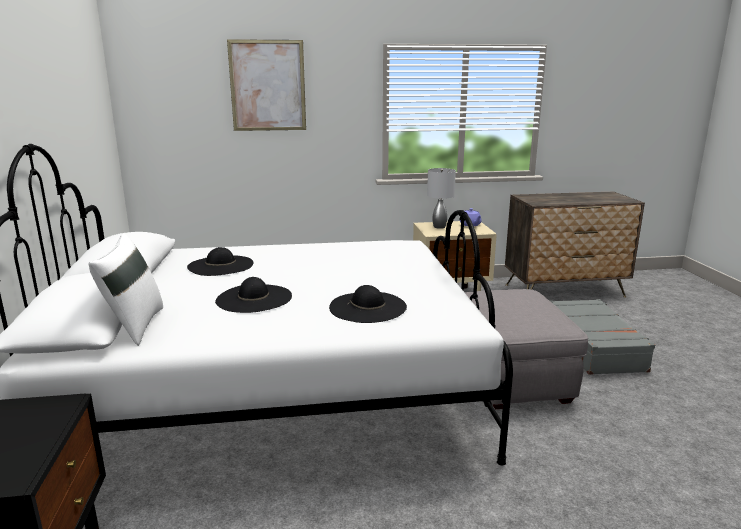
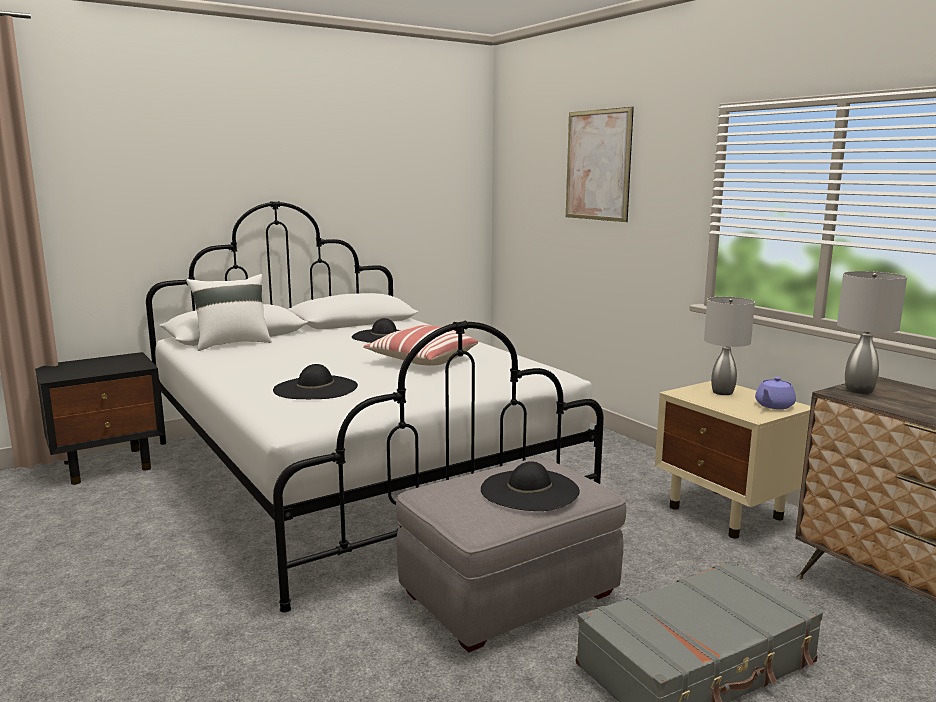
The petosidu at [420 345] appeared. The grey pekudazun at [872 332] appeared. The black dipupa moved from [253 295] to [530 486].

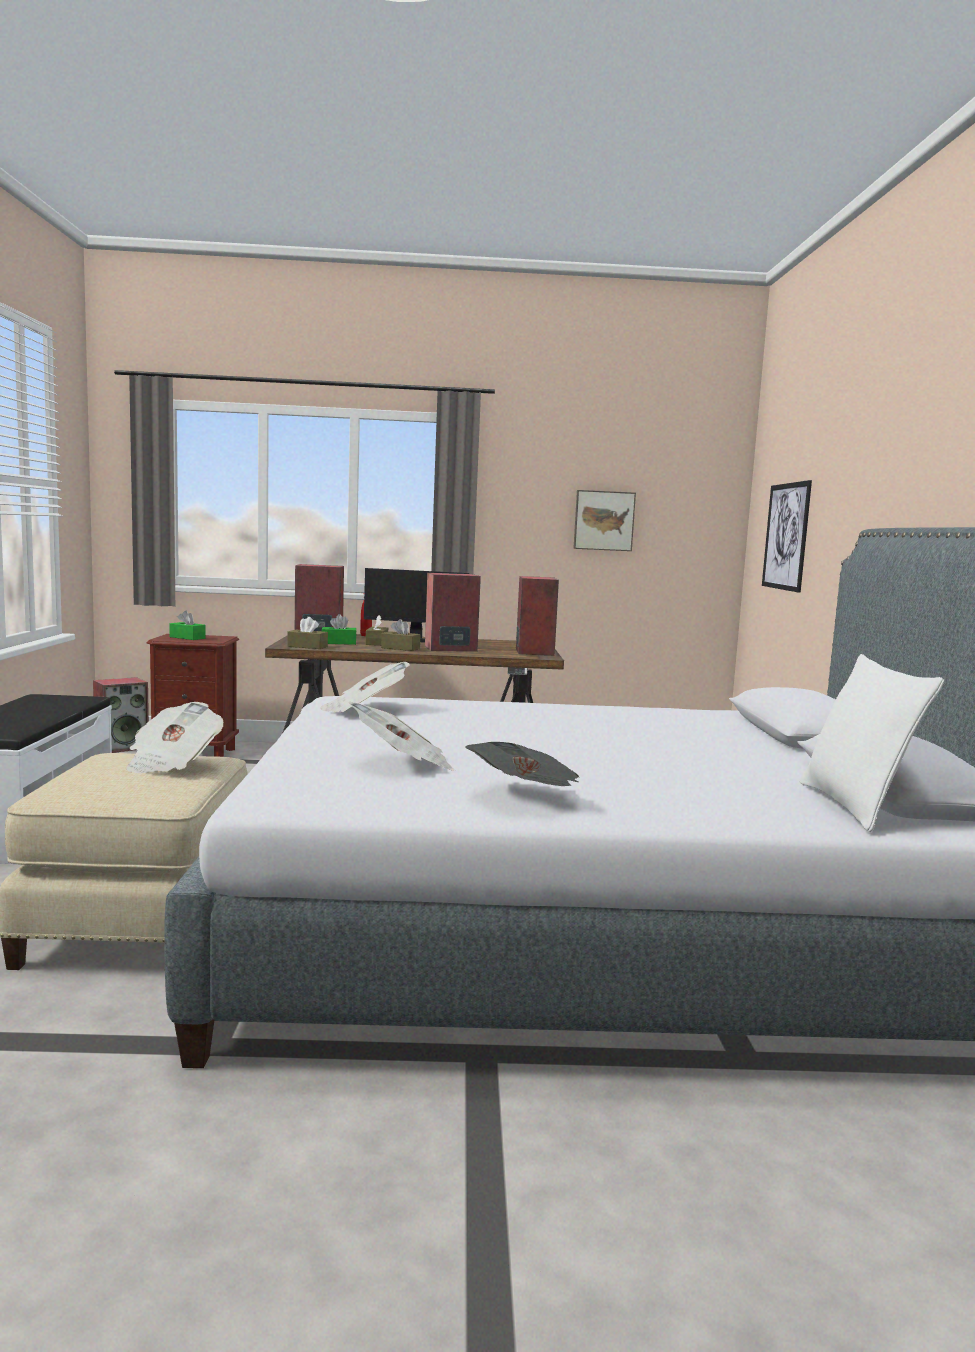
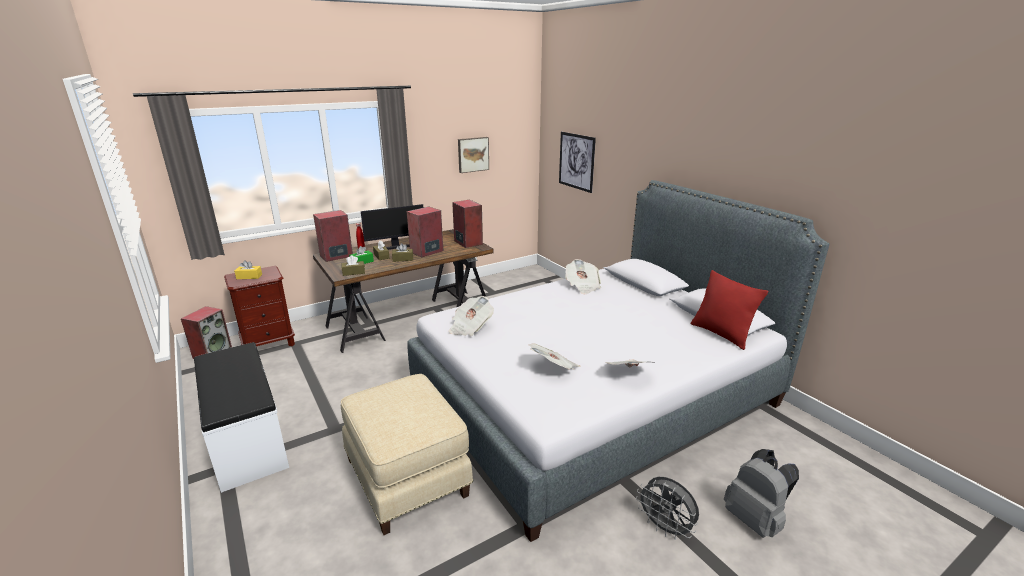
The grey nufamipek at [667 508] appeared. The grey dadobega at [761 493] appeared. The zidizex moved from [175 737] to [583 276]. The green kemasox at [187 625] became the yellow kemasox at [248 269]. The white petosidu at [872 743] became the red petosidu at [729 310].

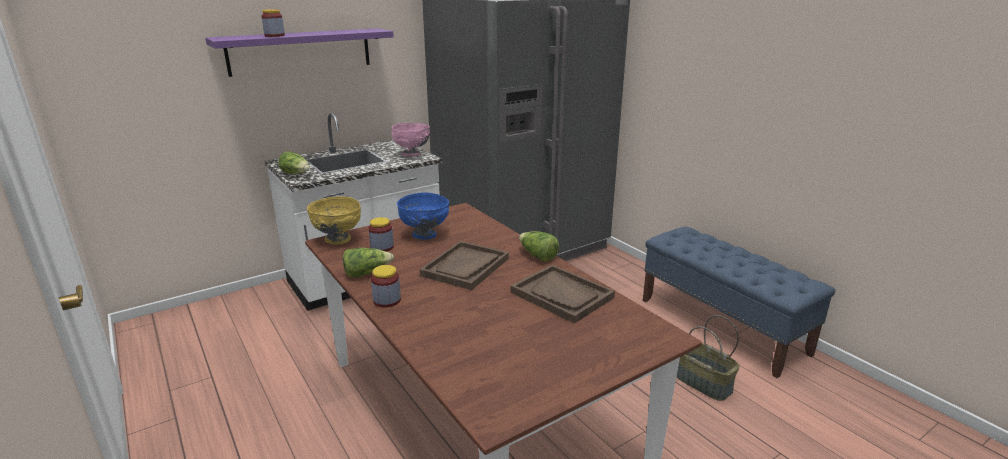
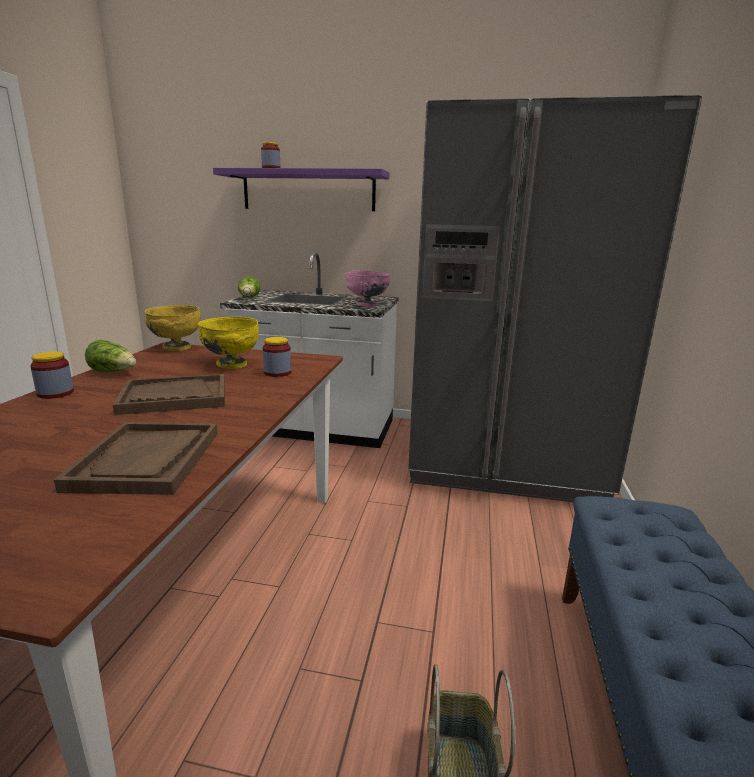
The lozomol at [539 246] disappeared. The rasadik moved from [381 234] to [277 357]. The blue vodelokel at [423 216] became the yellow vodelokel at [228 343].

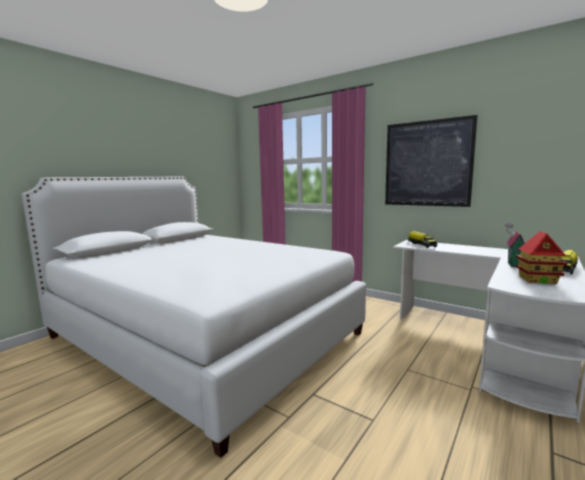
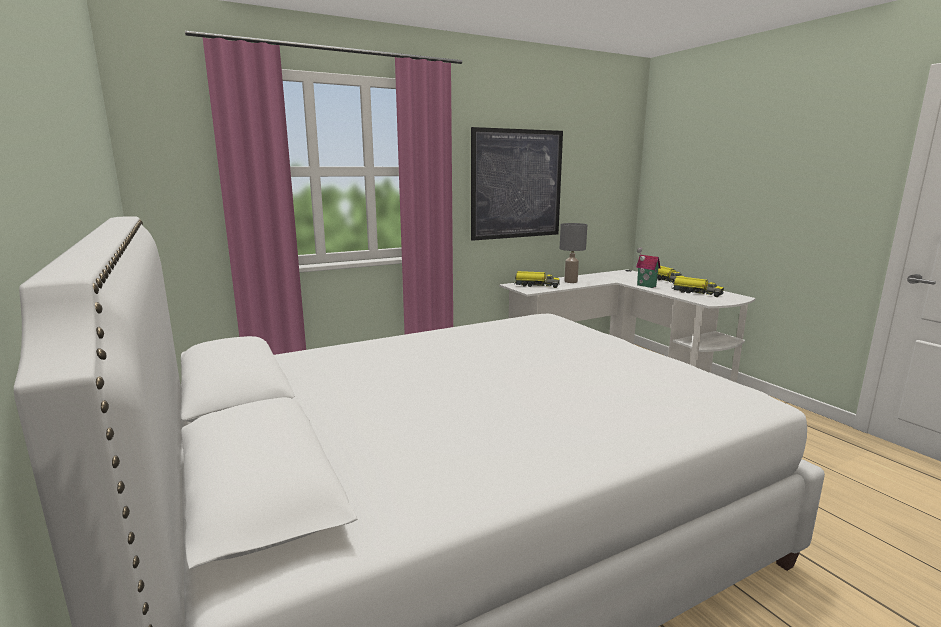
The grey pekudazun at [573 253] appeared. The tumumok at [541 257] was replaced by the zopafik at [698 286].

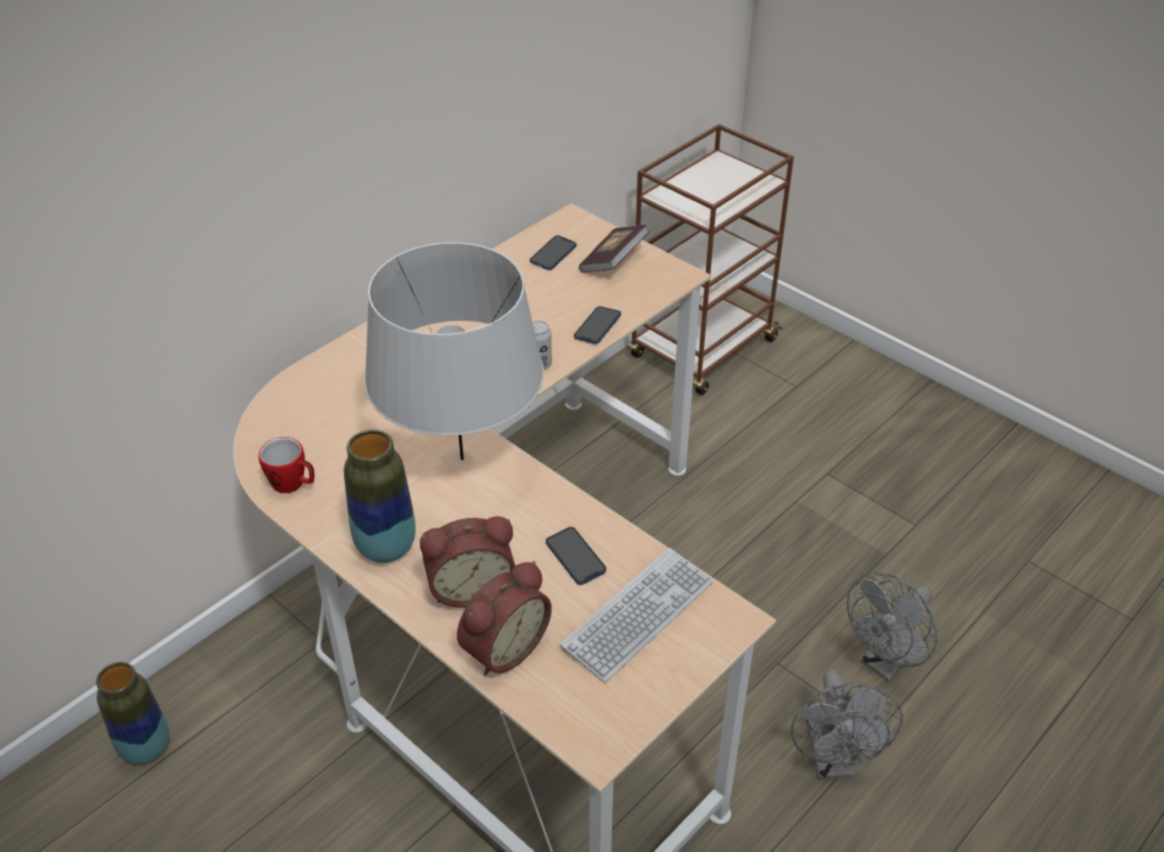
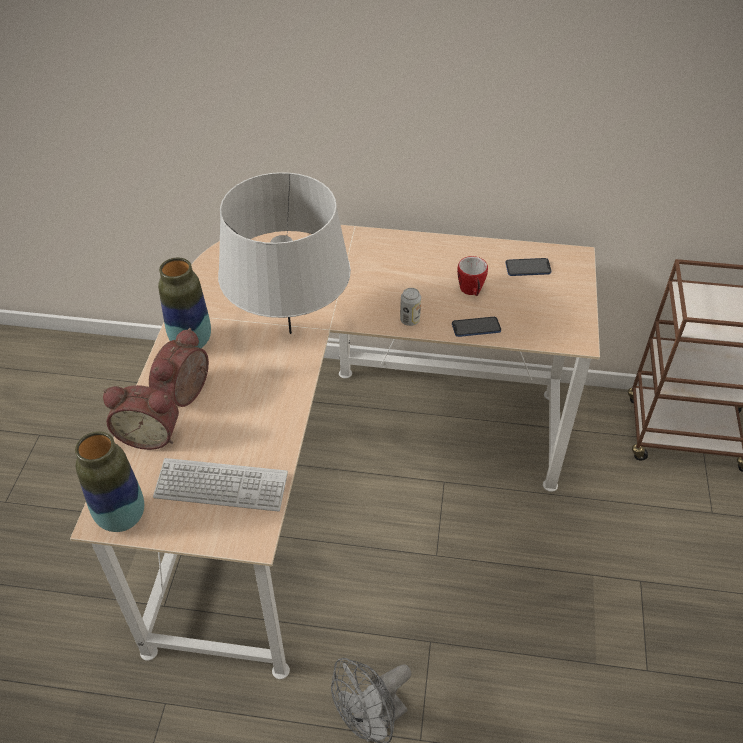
The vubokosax at [576 556] disappeared. The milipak at [614 249] disappeared. The grey nufamipek at [892 626] disappeared. The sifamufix moved from [132 713] to [109 481]. The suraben moved from [286 465] to [472 276]. The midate at [467 562] turned 75 degrees clockwise.

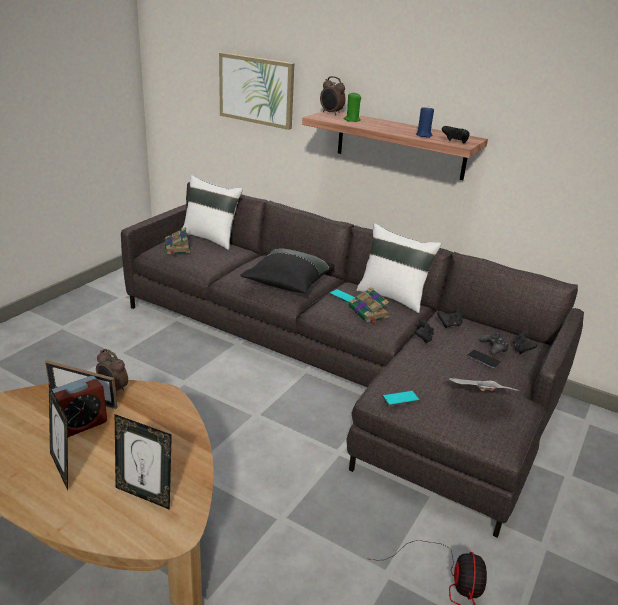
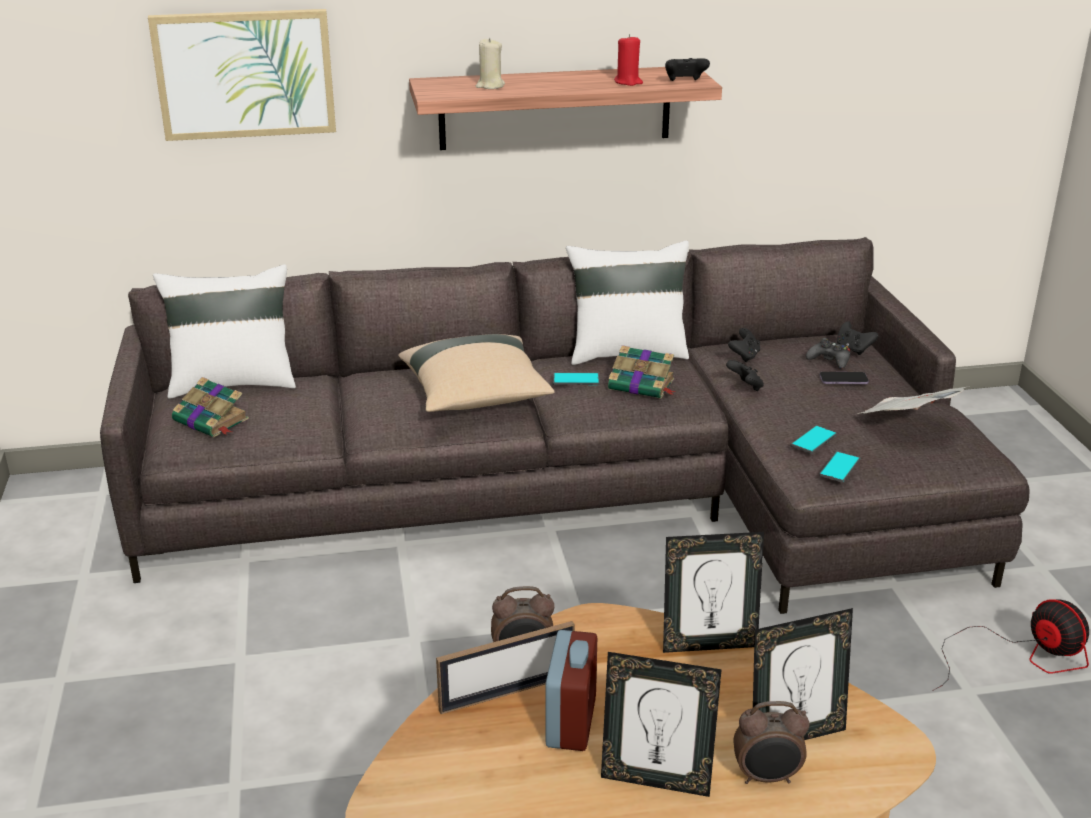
The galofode at [713 592] appeared. The vubokosax at [814 439] appeared. The midate moved from [333 95] to [771 742]. The black petosidu at [287 270] became the beige petosidu at [476 373]. The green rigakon at [352 107] became the beige rigakon at [490 63]. The blue rigakon at [425 122] became the red rigakon at [628 60].

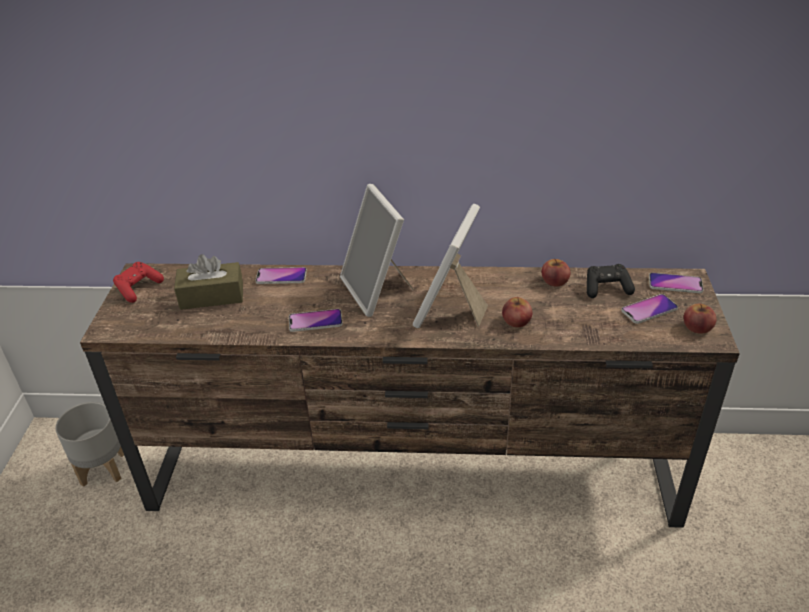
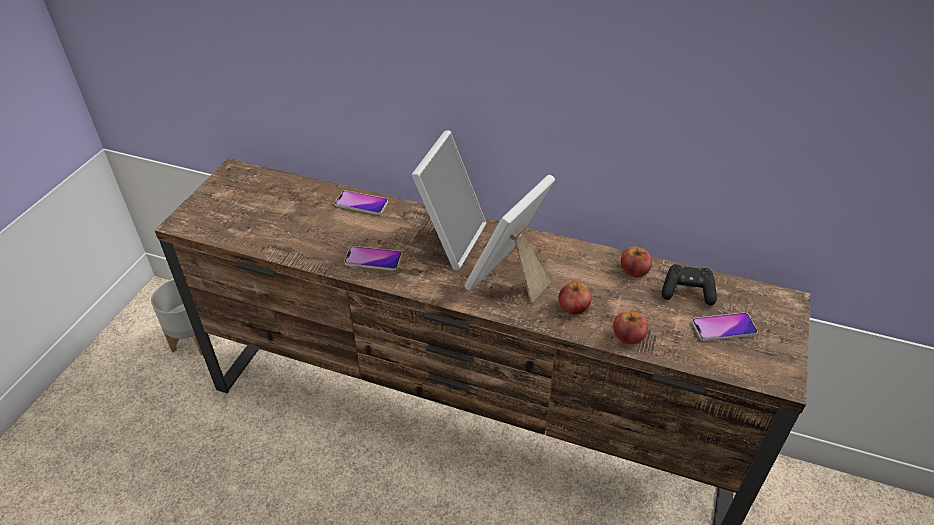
The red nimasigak at [138 282] disappeared. The brown kemasox at [208 282] disappeared. The vubokosax at [676 283] disappeared. The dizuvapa moved from [700 319] to [630 327]. The galofode at [377 250] turned 150 degrees counterclockwise.

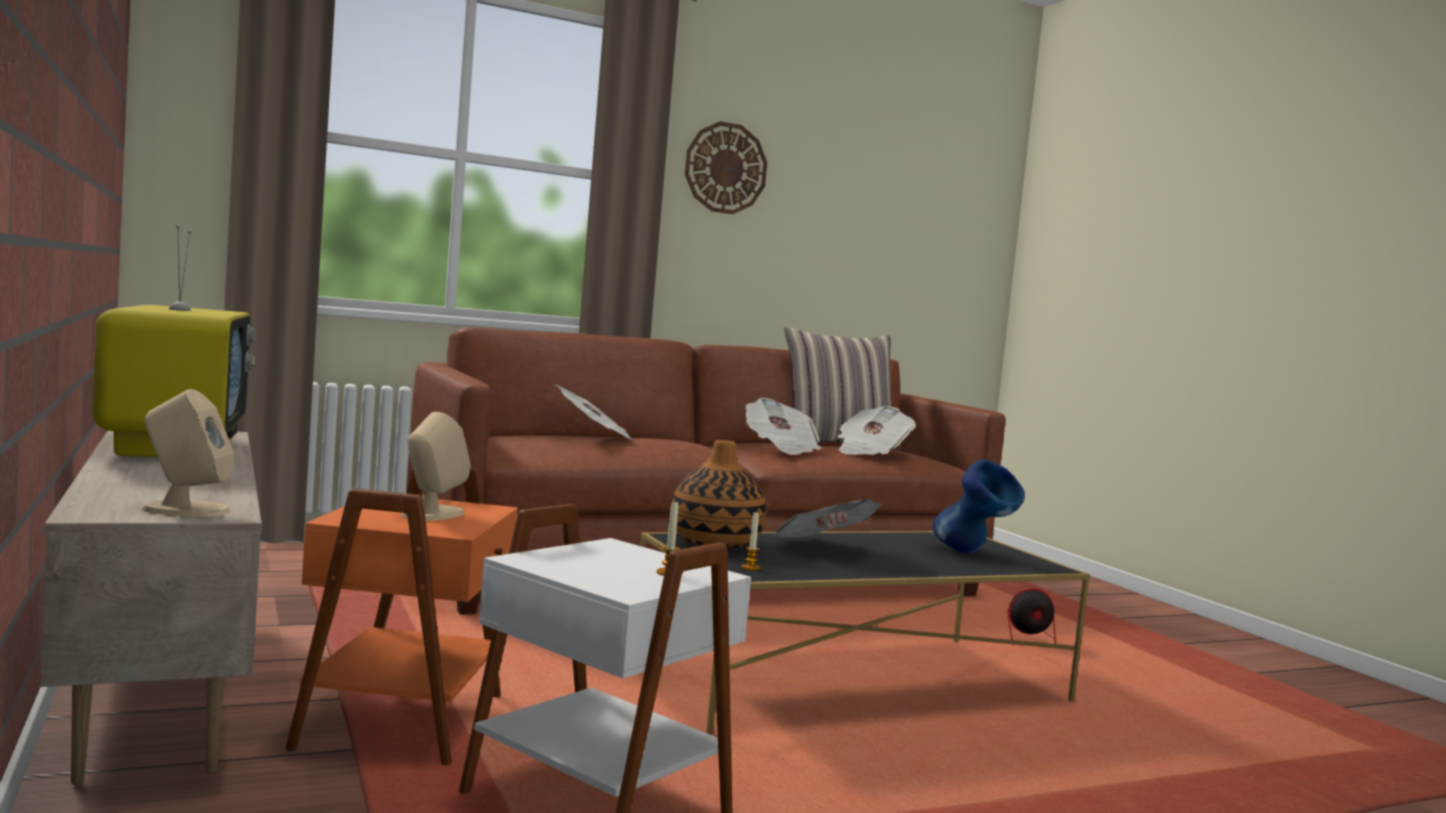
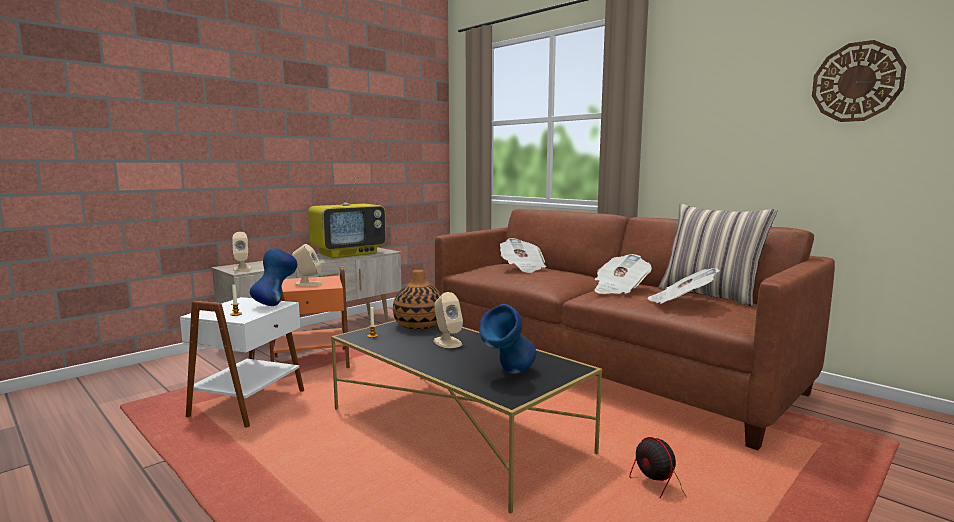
The blue sifamufix at [274 277] appeared. The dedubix moved from [726 167] to [859 81]. The zidizex at [826 518] was replaced by the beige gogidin at [448 320].

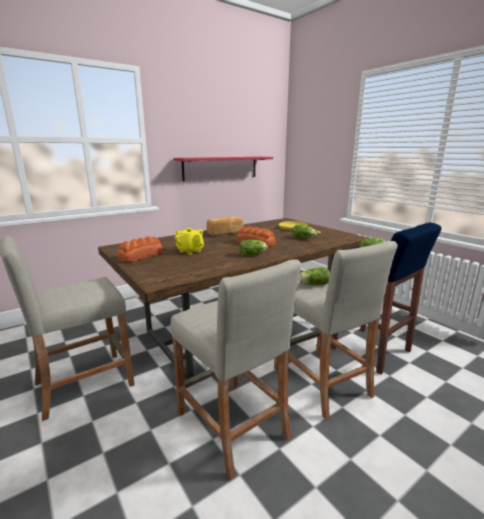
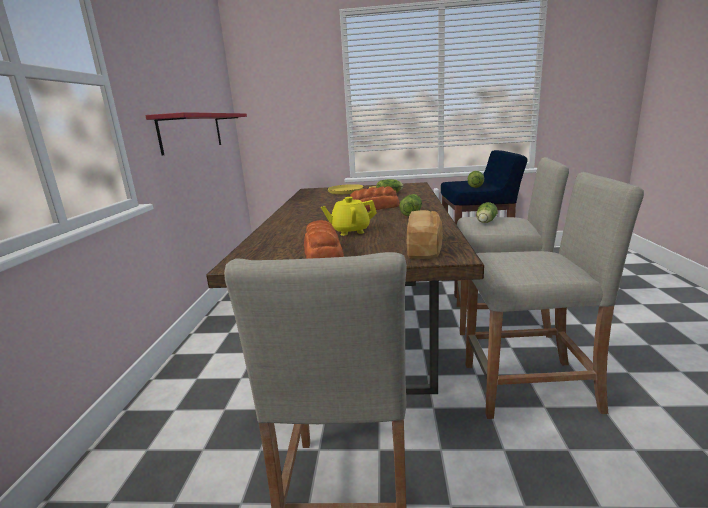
The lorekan moved from [224 226] to [425 234].

